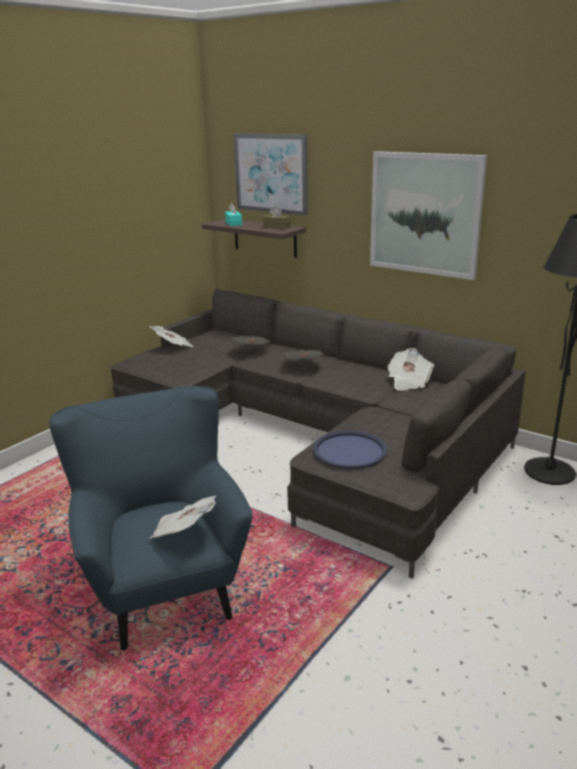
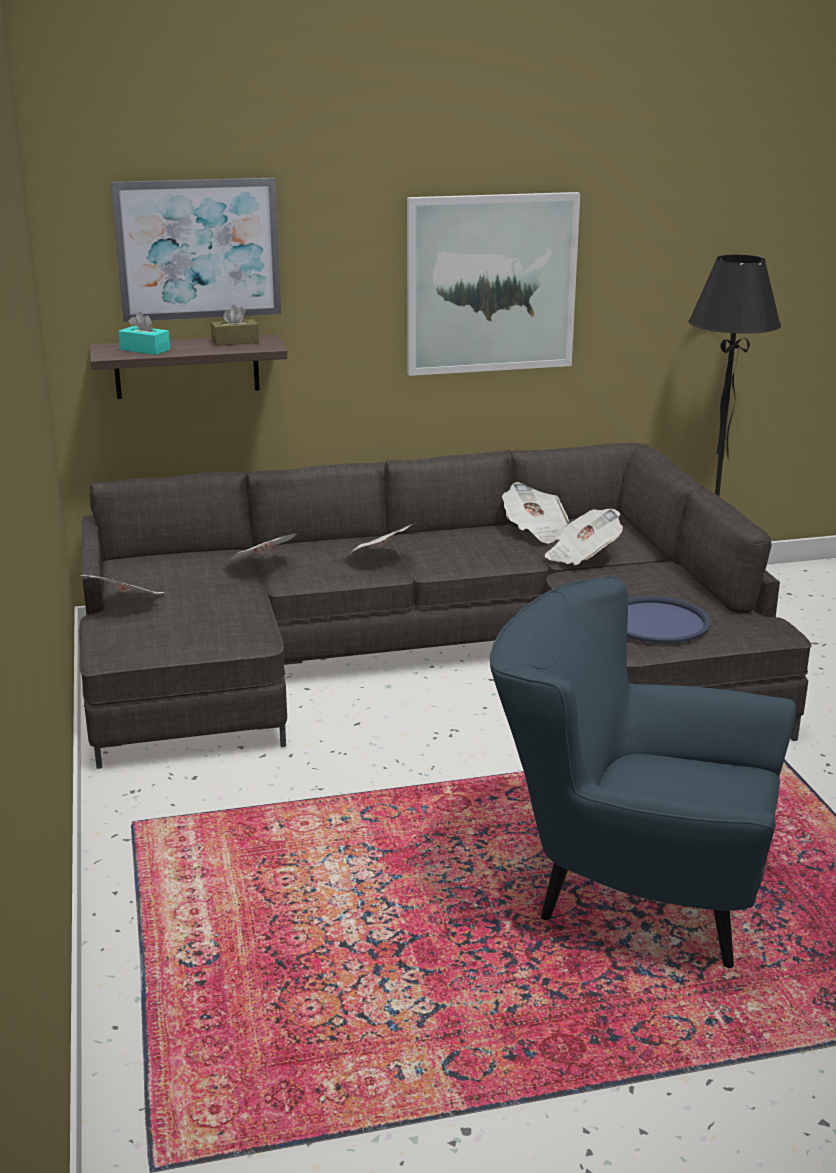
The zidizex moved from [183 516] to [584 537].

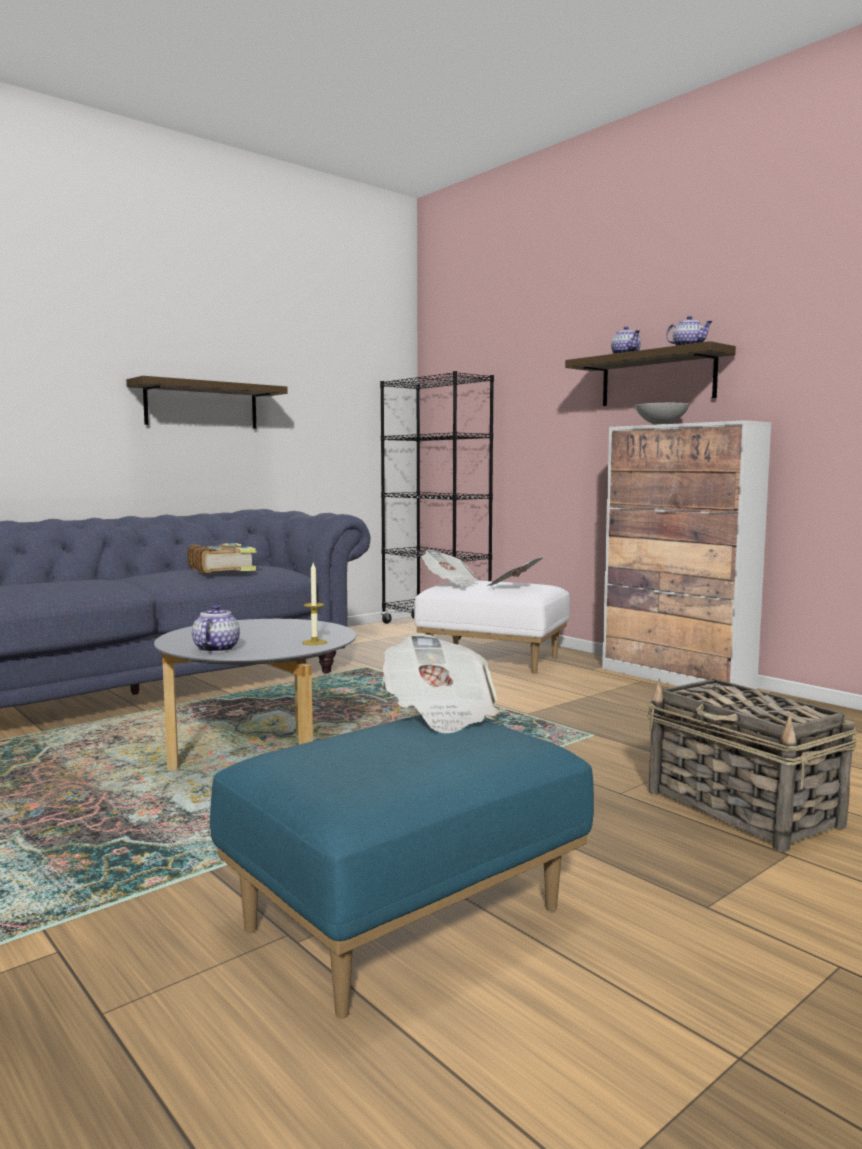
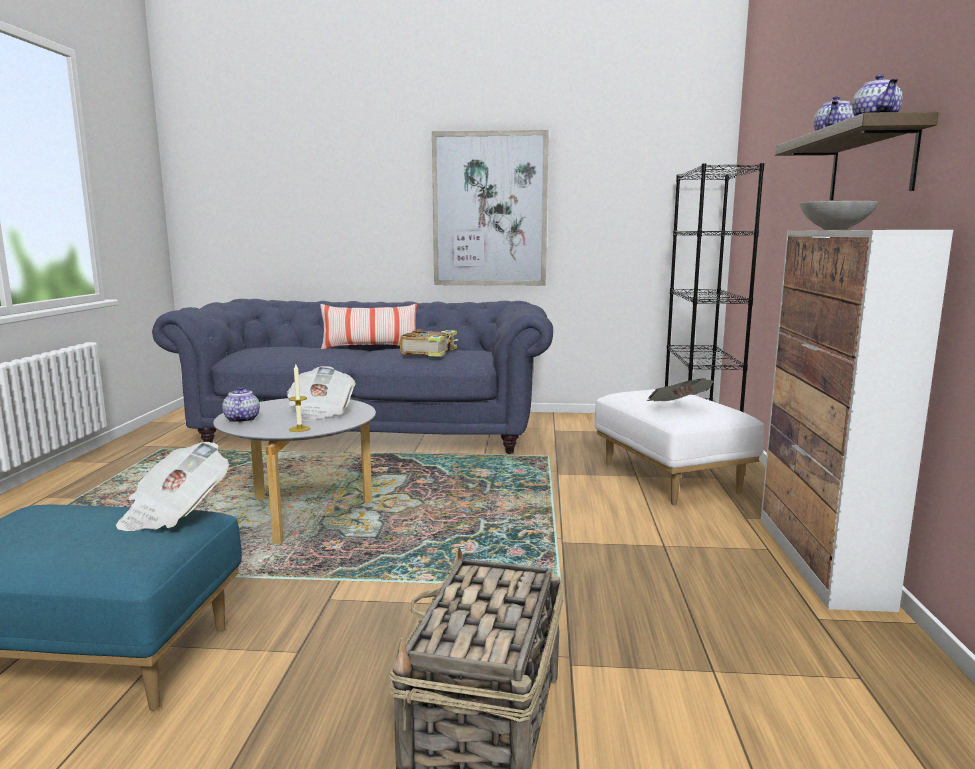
The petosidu at [368 326] appeared. The zidizex moved from [450 569] to [321 393]. The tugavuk at [207 402] was replaced by the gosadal at [490 208]. The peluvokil at [216 628] turned 60 degrees counterclockwise.

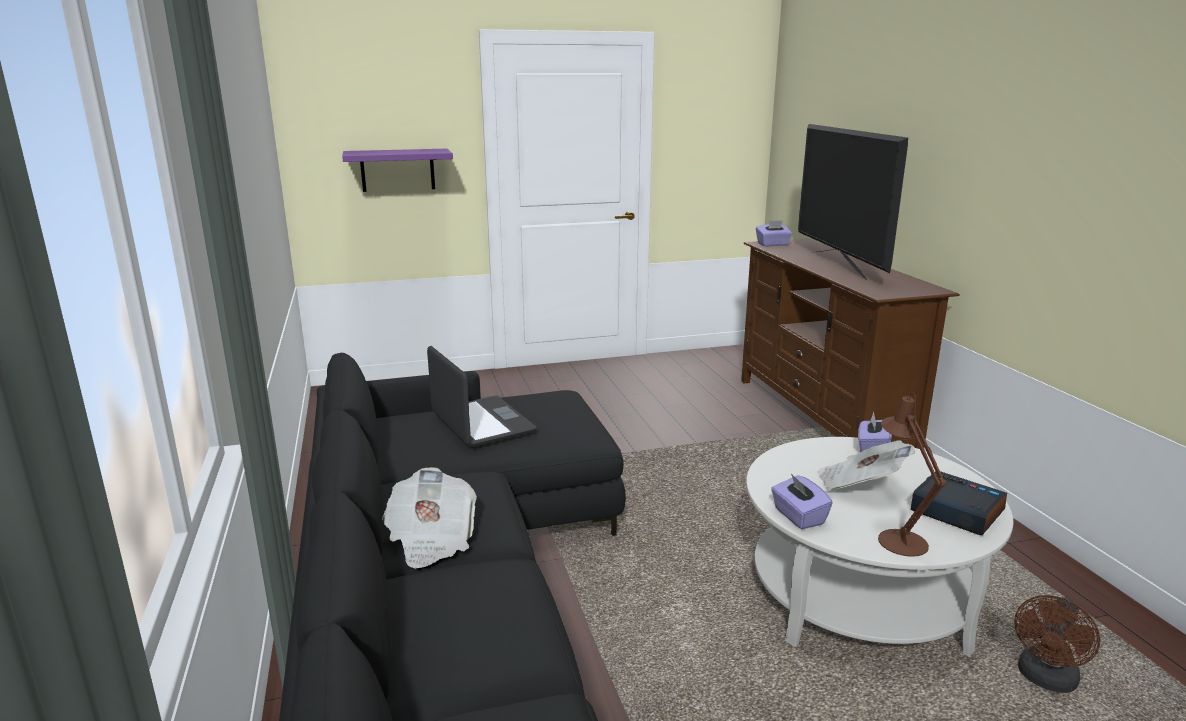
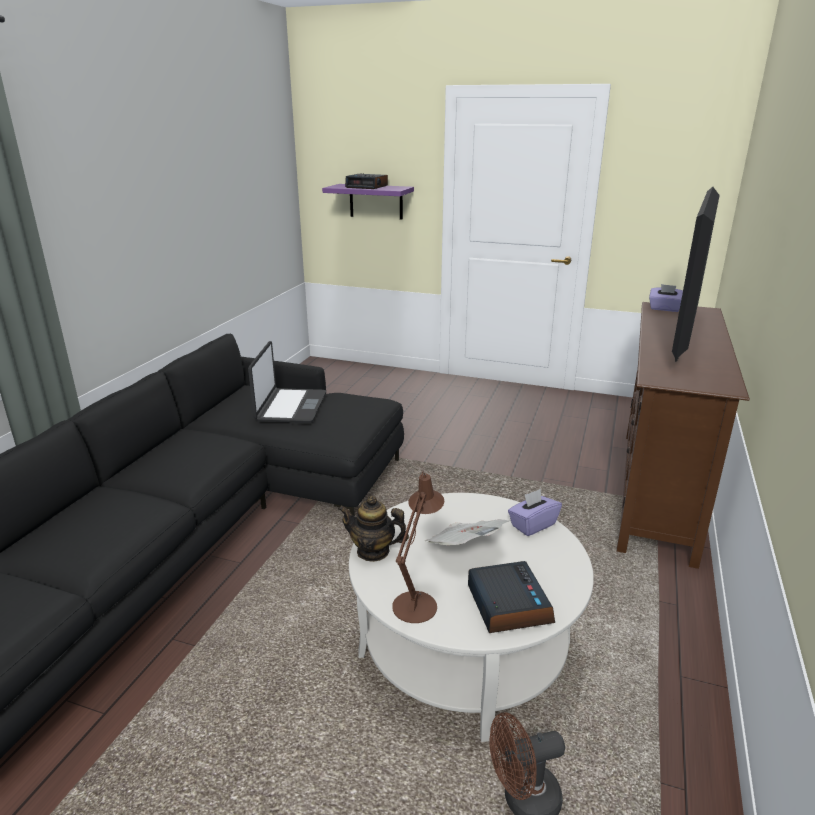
The zidizex at [429 518] disappeared. The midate at [366 181] appeared. The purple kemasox at [802 501] was replaced by the peluvokil at [373 529].

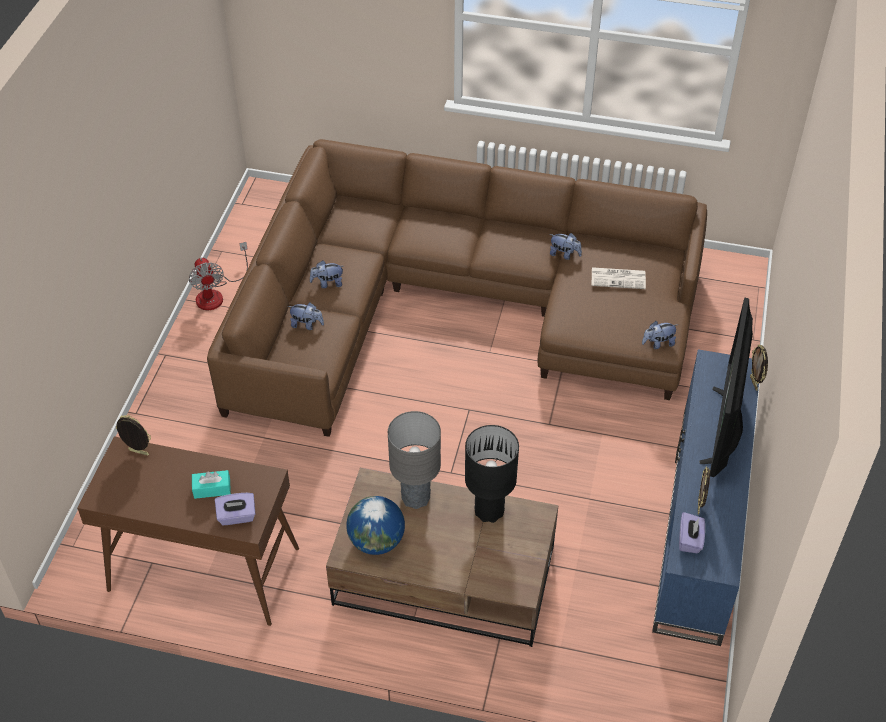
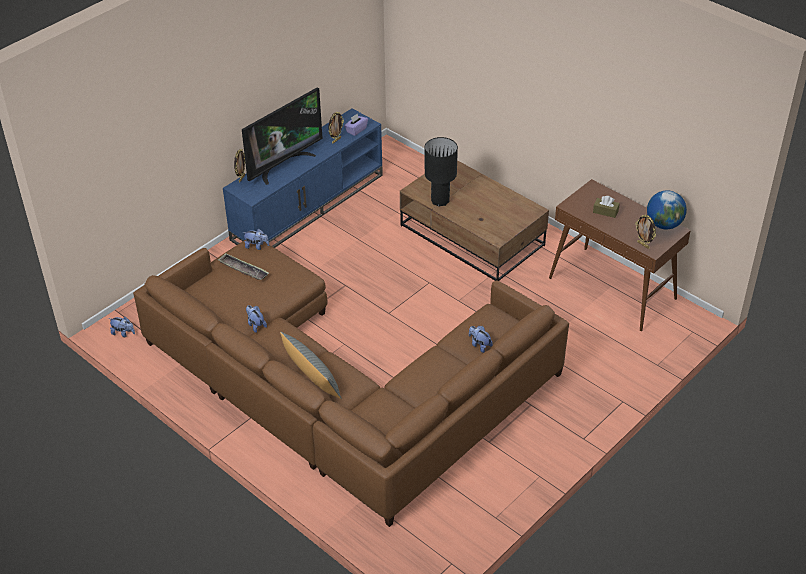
The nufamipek at [218 276] disappeared. The purple kemasox at [235 509] disappeared. The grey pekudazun at [414 460] disappeared. The zidizex at [619 278] disappeared. The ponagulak at [243 266] appeared. The grey petosidu at [310 365] appeared. The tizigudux moved from [326 274] to [122 327]. The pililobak moved from [375 525] to [667 209]. The turquoise kemasox at [211 484] became the brown kemasox at [606 207].

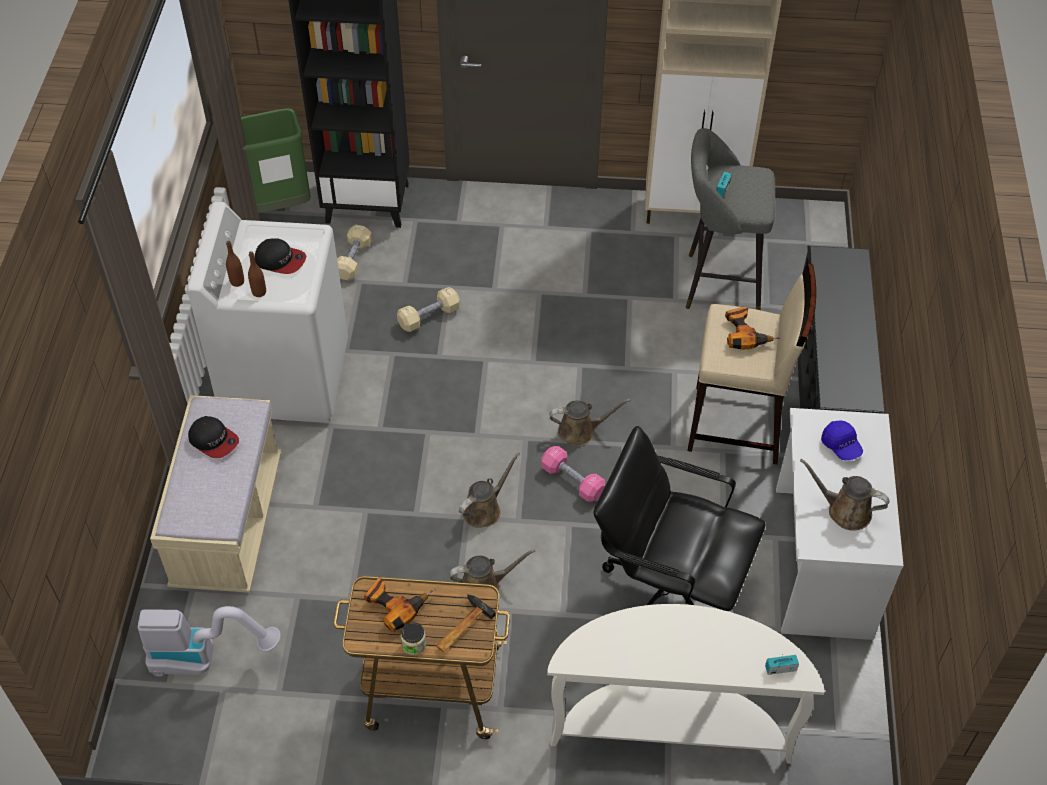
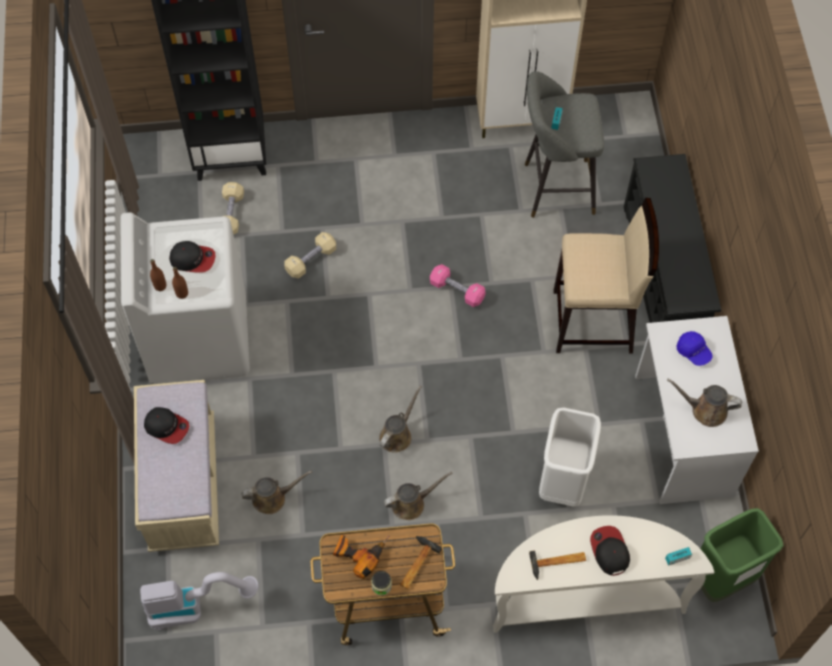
The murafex at [752 328] disappeared. The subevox at [557 565] appeared. The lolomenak at [610 551] appeared. The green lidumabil moved from [276 161] to [742 555]. The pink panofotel moved from [573 474] to [458 285]. The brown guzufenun moved from [590 422] to [276 492]. The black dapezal at [679 518] was replaced by the white lidumabil at [570 457].

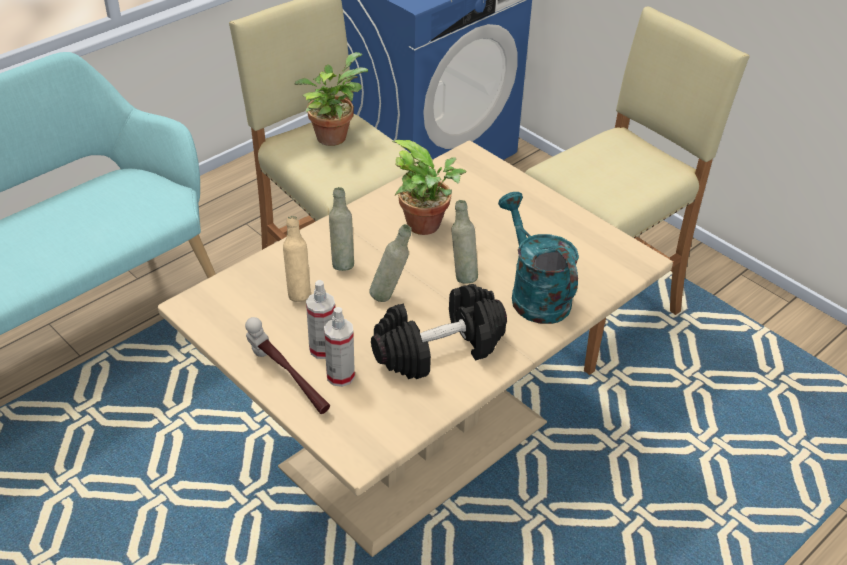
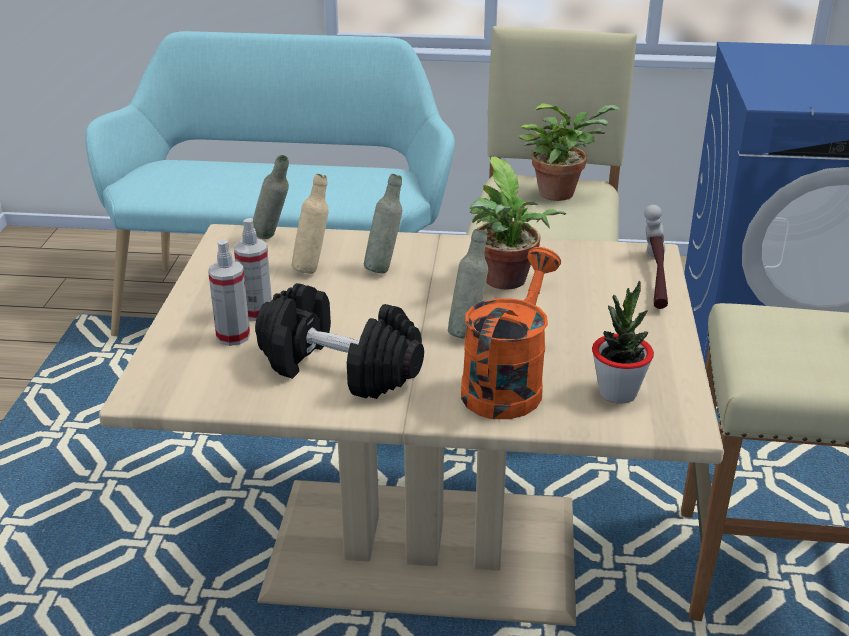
The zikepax at [623 342] appeared. The subevox moved from [287 365] to [656 257]. The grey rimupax moved from [390 263] to [271 197]. The turquoise guzufenun at [538 258] became the orange guzufenun at [511 333].

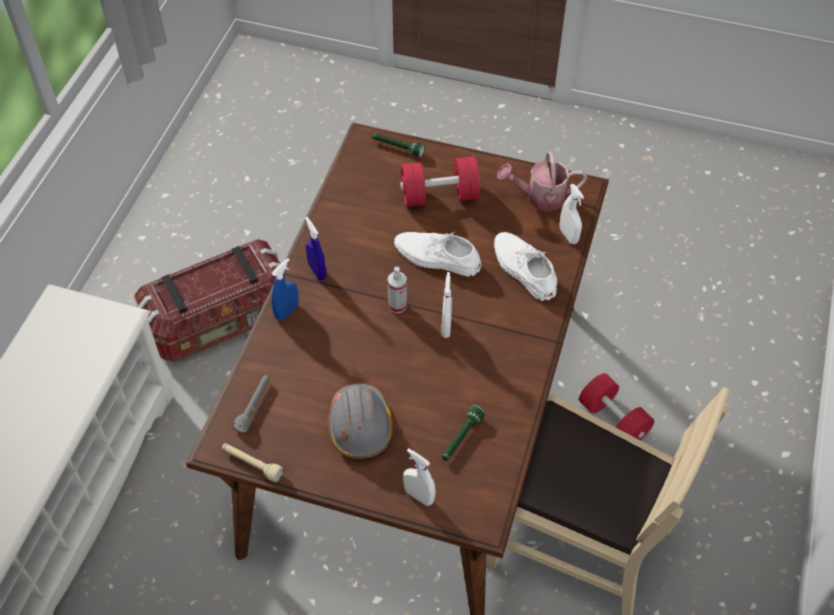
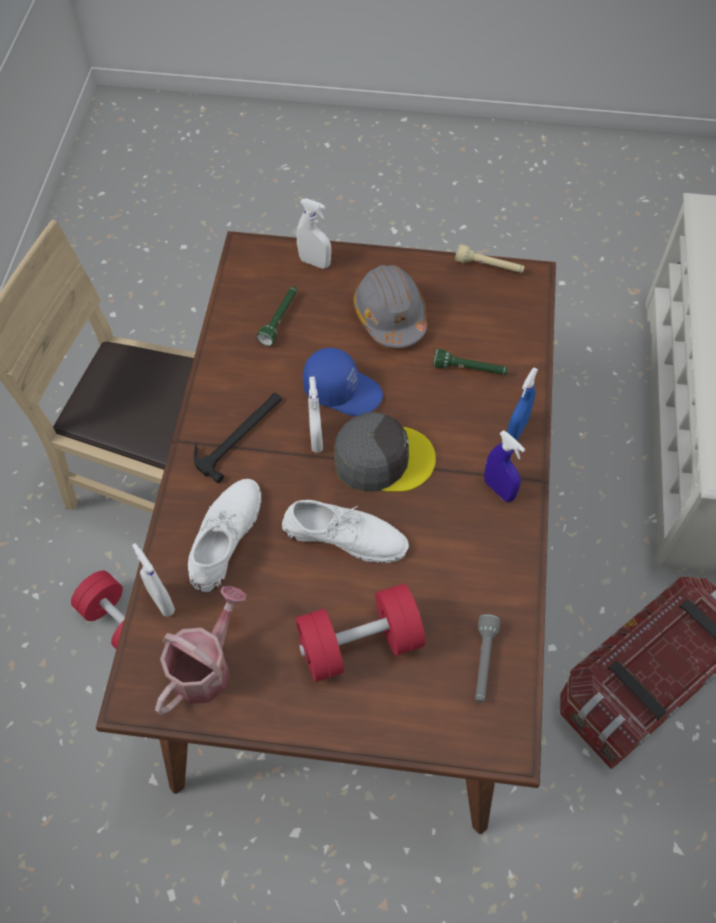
The subevox at [237 438] appeared. The blue lolomenak at [343 382] appeared. The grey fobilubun moved from [251 404] to [487 658]. The green fobilubun moved from [398 145] to [470 362]. The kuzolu at [397 290] was replaced by the grey lolomenak at [385 452]. The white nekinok at [525 266] turned 120 degrees counterclockwise. The guzufenun at [542 181] turned 45 degrees counterclockwise.

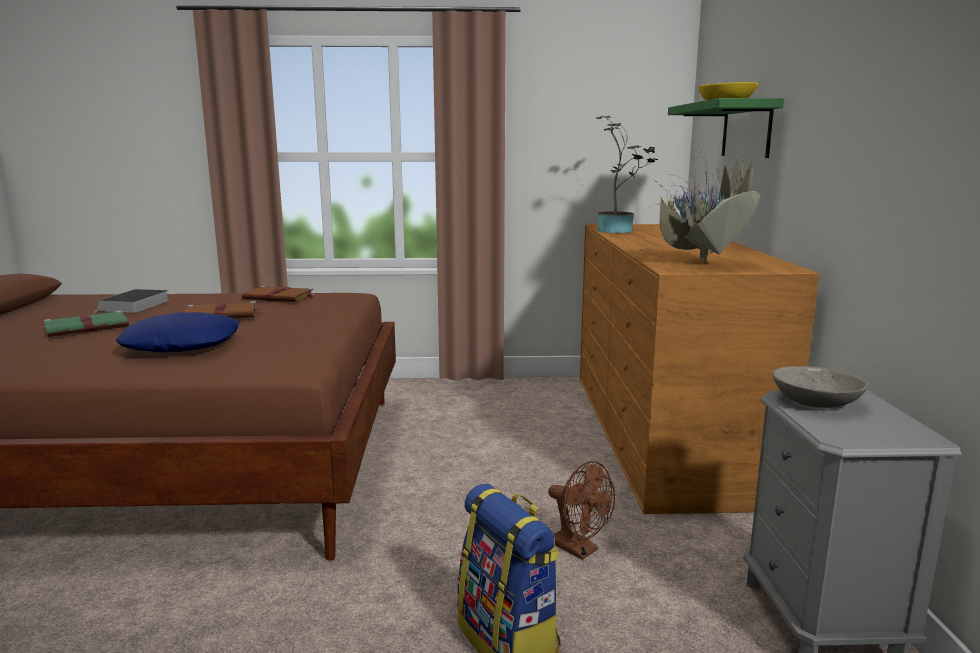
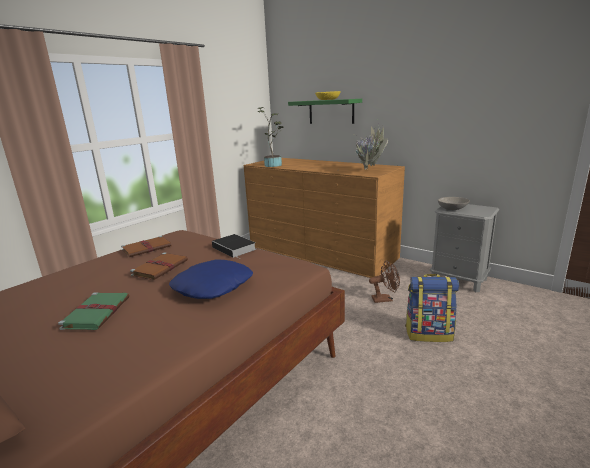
The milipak moved from [133 301] to [234 246].

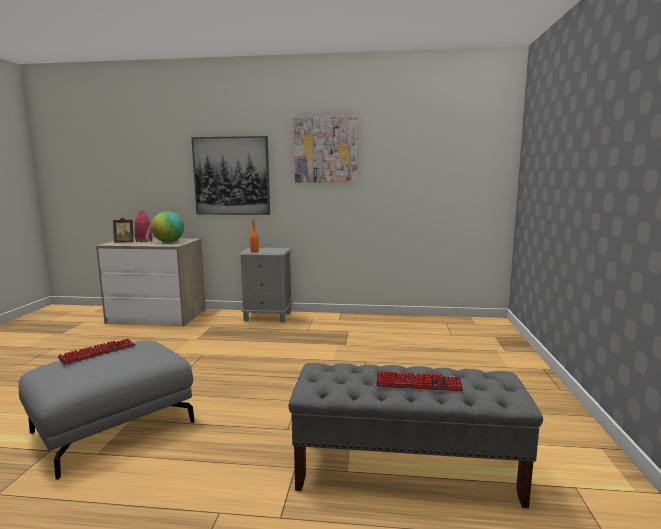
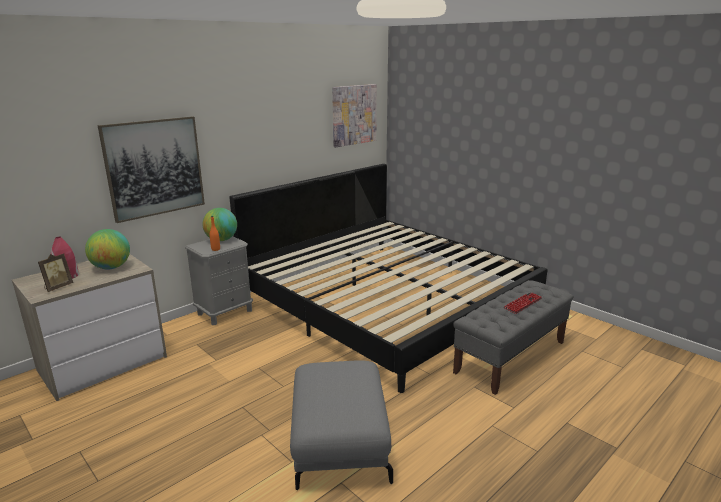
The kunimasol at [96 352] disappeared. The pililobak at [220 224] appeared. The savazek at [389 278] appeared. The gosadal moved from [326 149] to [354 115].

